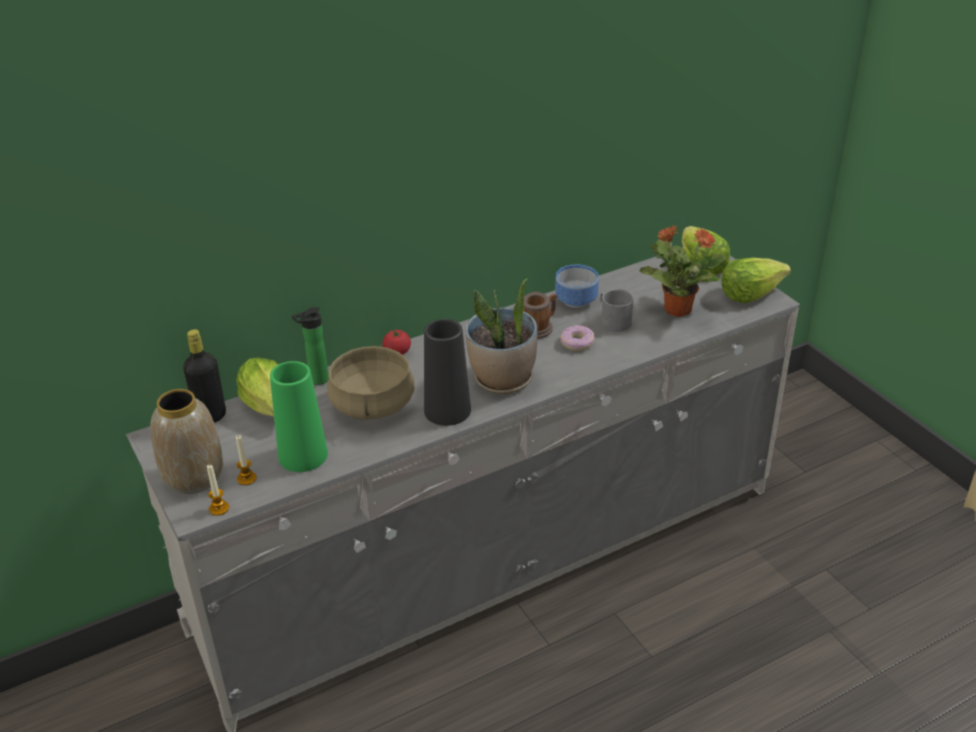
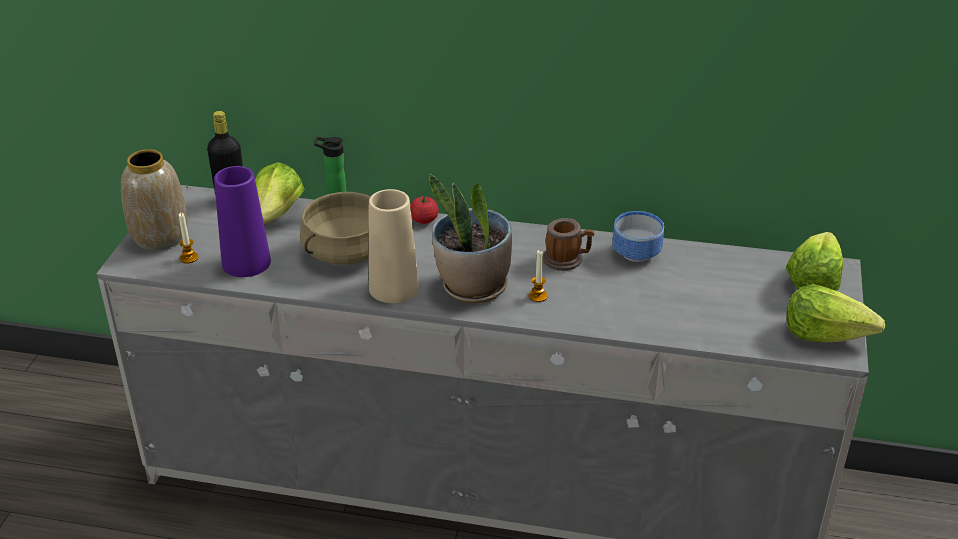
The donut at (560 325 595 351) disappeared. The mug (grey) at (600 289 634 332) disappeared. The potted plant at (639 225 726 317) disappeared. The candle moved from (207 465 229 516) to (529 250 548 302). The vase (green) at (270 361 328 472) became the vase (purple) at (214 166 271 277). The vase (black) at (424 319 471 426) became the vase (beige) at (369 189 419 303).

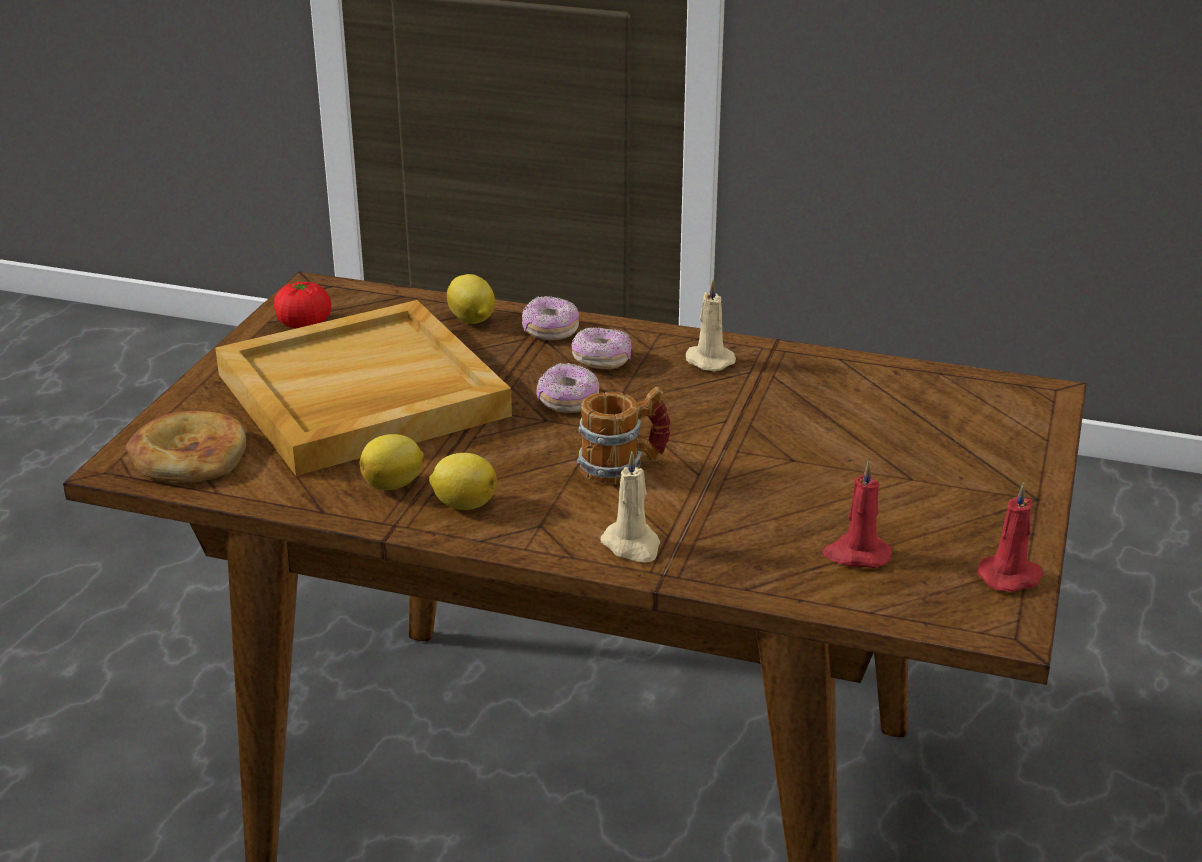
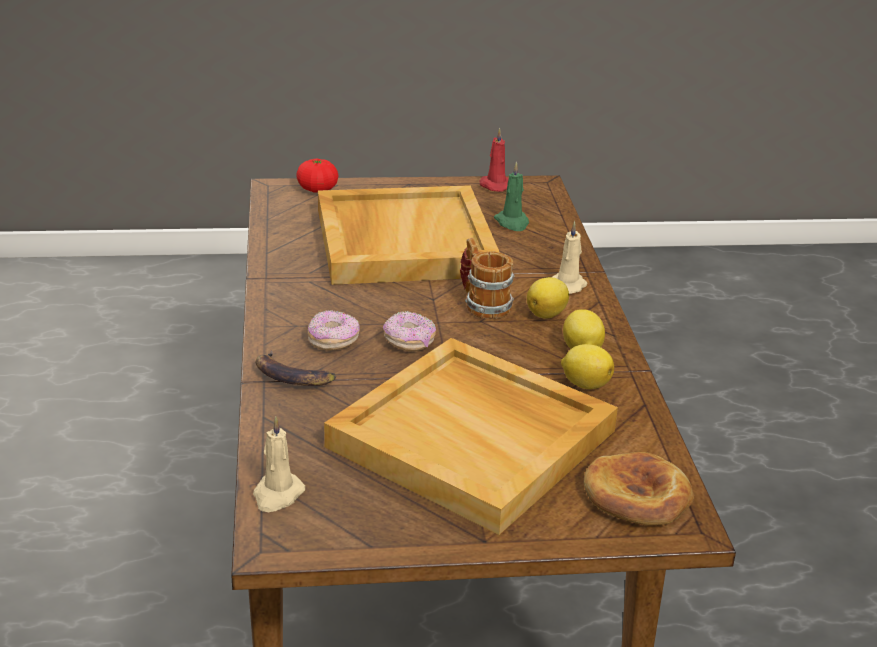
The tray (beige) at (318 185 500 285) appeared. The tomato moved from (274 282 331 328) to (296 158 338 193). The lemon moved from (447 274 495 324) to (527 277 569 319). The candle (beige) moved from (686 279 736 371) to (253 417 305 512). The donut at (522 296 579 340) was replaced by the banana at (256 351 336 386). The candle (red) at (823 461 892 568) became the candle (green) at (494 161 529 231).

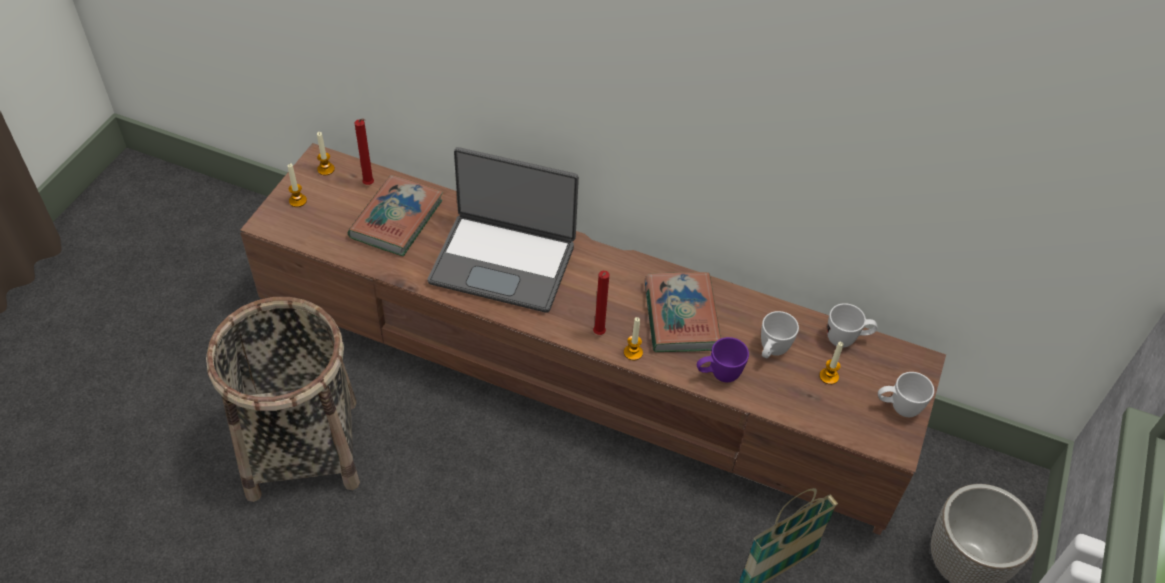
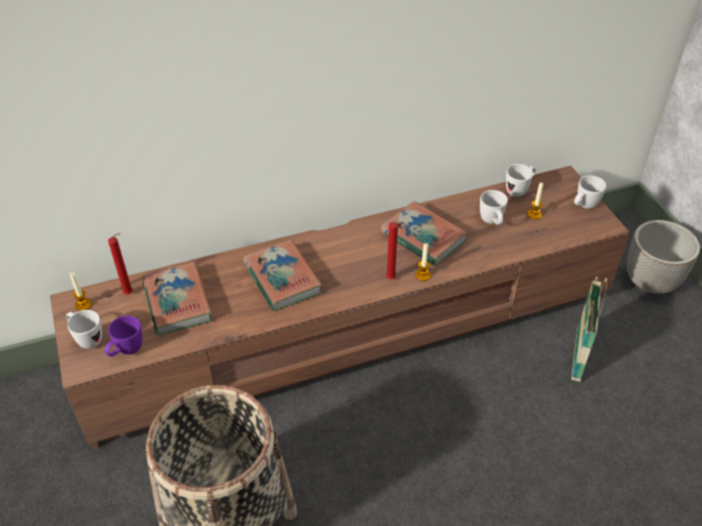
The mug (purple) moved from (697 337 749 382) to (105 316 142 357). The candle at (288 163 307 207) was replaced by the mug (white) at (66 310 102 349). The laptop at (428 147 579 313) was replaced by the book at (244 240 322 311).

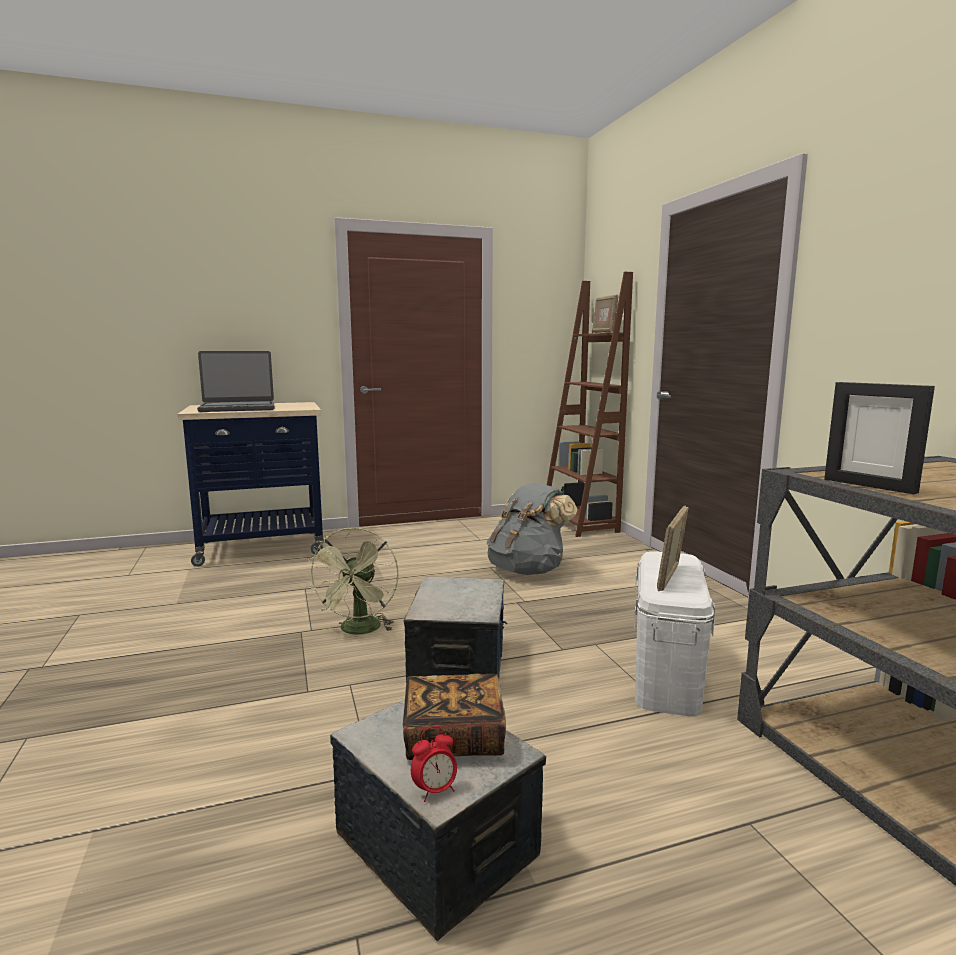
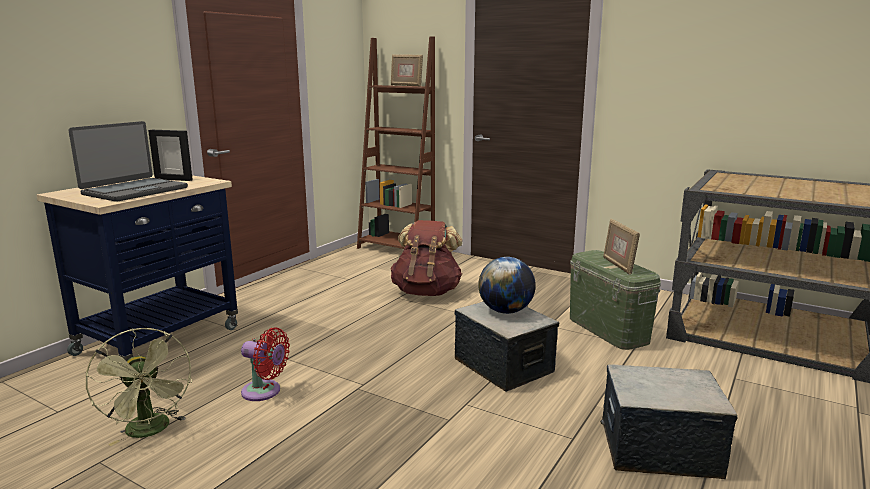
The book at (403 674 506 760) disappeared. The alarm clock at (411 726 457 802) disappeared. The fan (red) at (241 328 290 401) appeared. The globe at (478 257 536 314) appeared. The fan (green) moved from (307 527 398 635) to (86 328 192 446). The picture frame moved from (824 382 935 494) to (148 130 193 181). The backpack (grey) at (486 483 577 575) became the backpack (brown) at (391 220 463 296). The storage box (white) at (634 551 715 716) became the storage box (green) at (570 250 661 350).

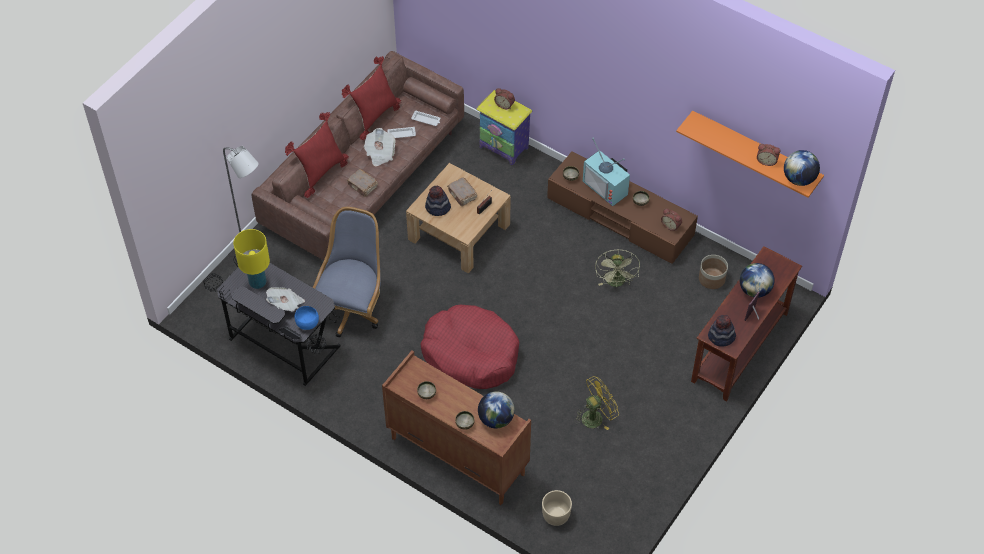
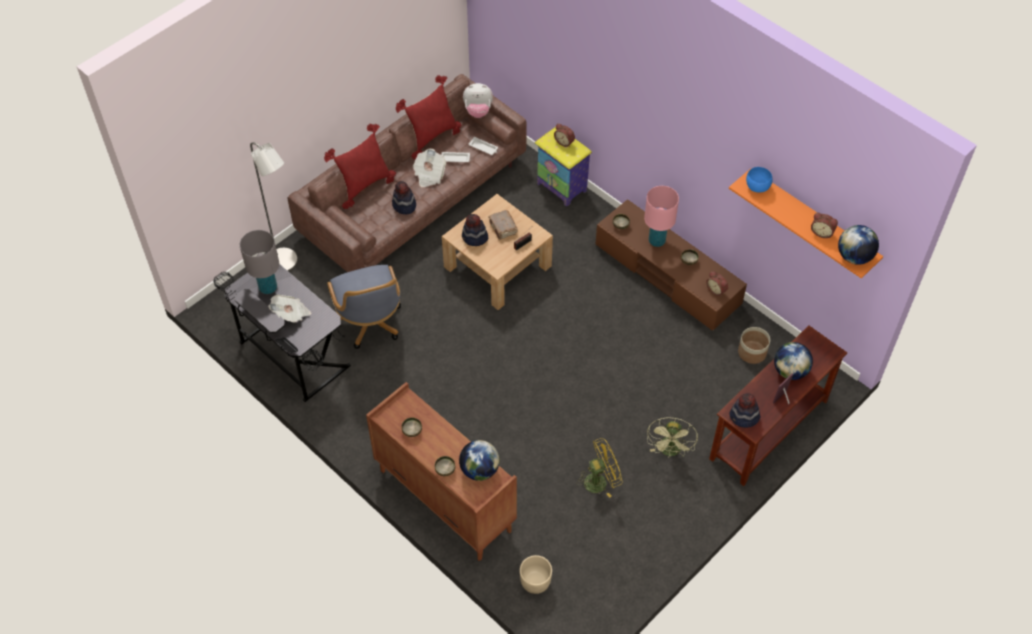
The dog bed (red) at (420 305 519 389) disappeared. The plush toy at (463 83 493 118) appeared. The bowl (blue) moved from (295 306 319 330) to (746 167 773 193). The fan (green) moved from (595 250 640 287) to (647 418 698 458). The book (brown) at (347 169 378 197) was replaced by the hat at (392 181 416 214). The television at (583 138 630 206) was replaced by the table lamp (pink) at (644 186 679 247). The table lamp (yellow) at (233 229 270 289) became the table lamp (grey) at (240 230 279 294). The office chair (blue) at (313 207 381 337) turned 135 degrees clockwise.

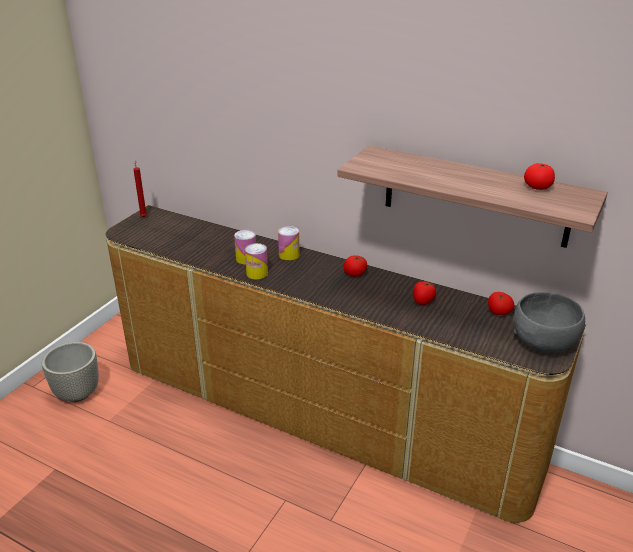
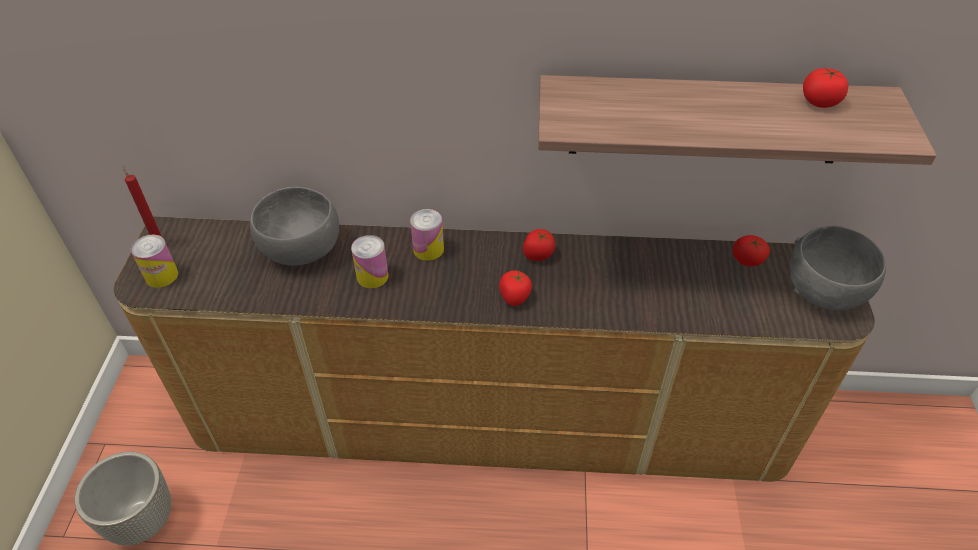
The bowl (grey) at (250 187 339 266) appeared. The can moved from (245 243 268 279) to (131 235 178 288). The tomato moved from (413 281 436 305) to (499 270 532 306).

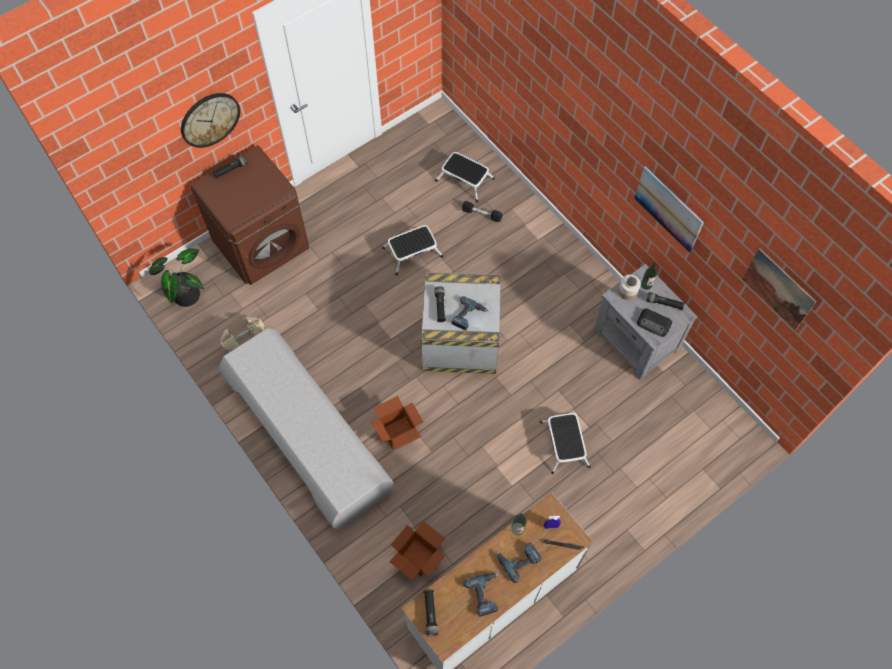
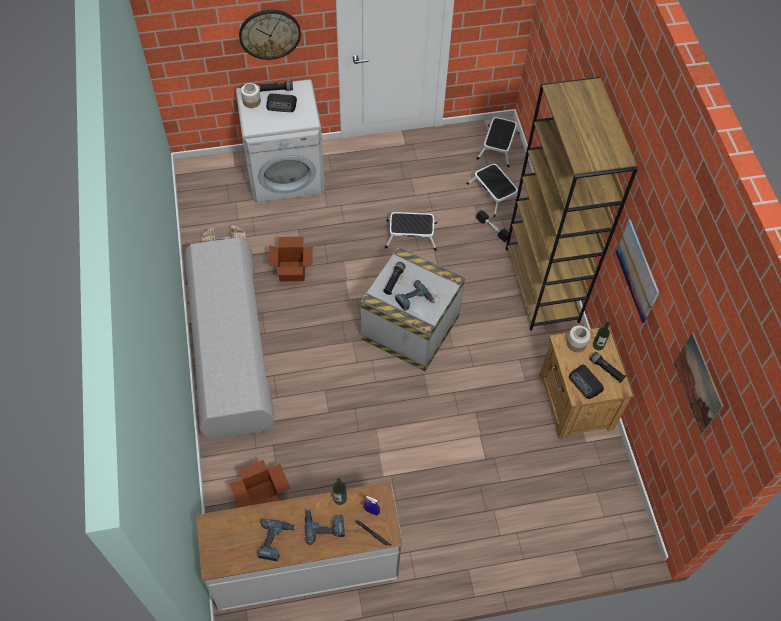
The potted plant at (149 248 204 307) disappeared. The flashlight (black) at (423 590 438 636) disappeared. The jar at (241 83 261 108) appeared. The radio at (266 94 297 112) appeared. The bookcase (brown) at (506 77 638 331) appeared. The cardboard box moved from (371 396 423 449) to (269 237 313 281). The step ladder (black) moved from (540 413 591 474) to (476 117 520 168). The washing machine (brown) at (190 145 309 285) became the washing machine (white) at (236 79 325 203). The nightstand (grey) at (593 264 698 380) became the nightstand (brown) at (539 327 633 439).

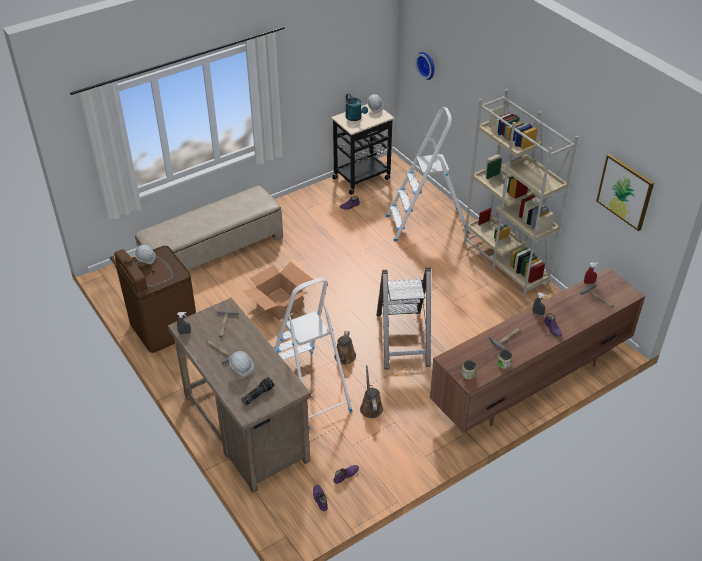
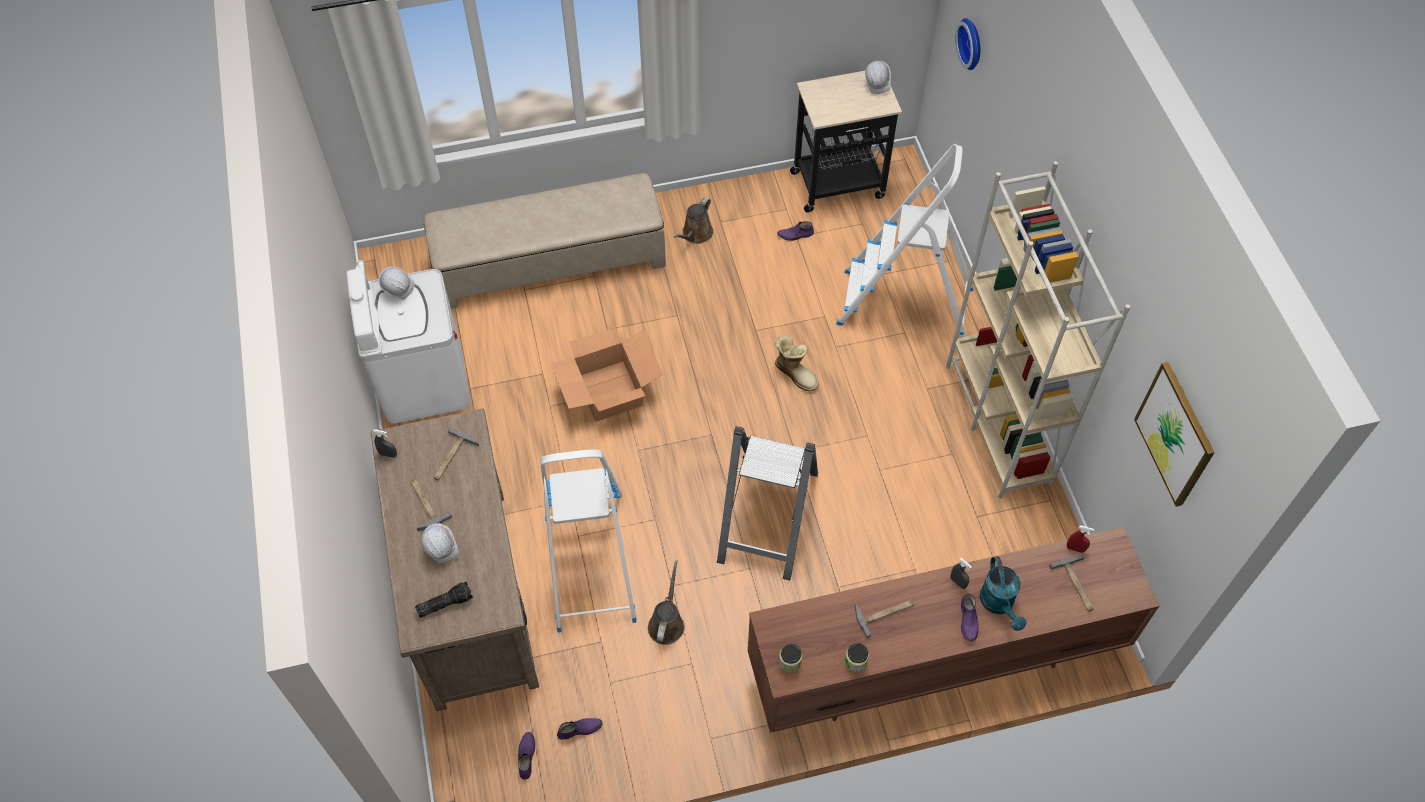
The boot at (775 336 819 391) appeared. The watering can (brown) moved from (334 331 356 364) to (674 197 713 244). The watering can (turquoise) moved from (346 93 368 121) to (980 556 1027 631). The washing machine (brown) at (110 246 196 353) became the washing machine (white) at (346 260 471 423).

